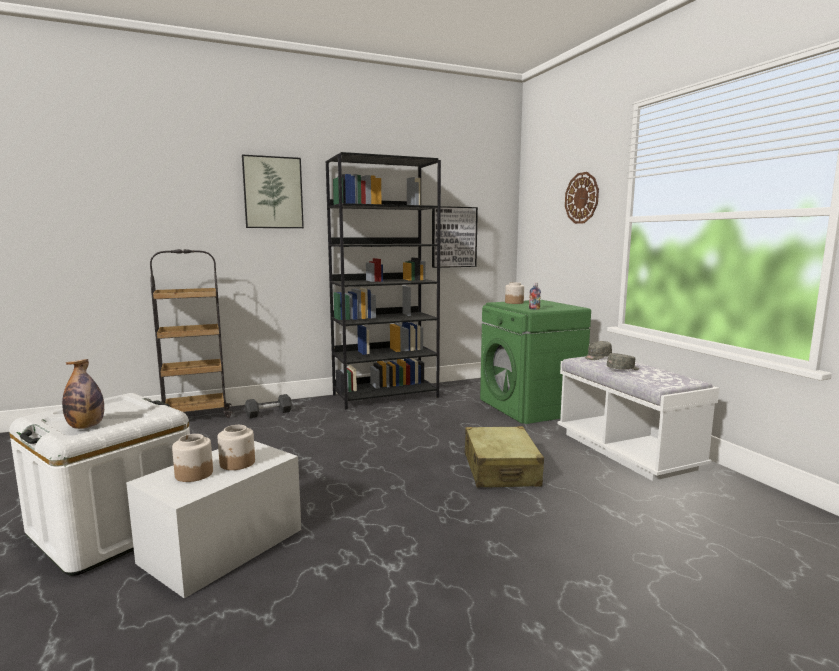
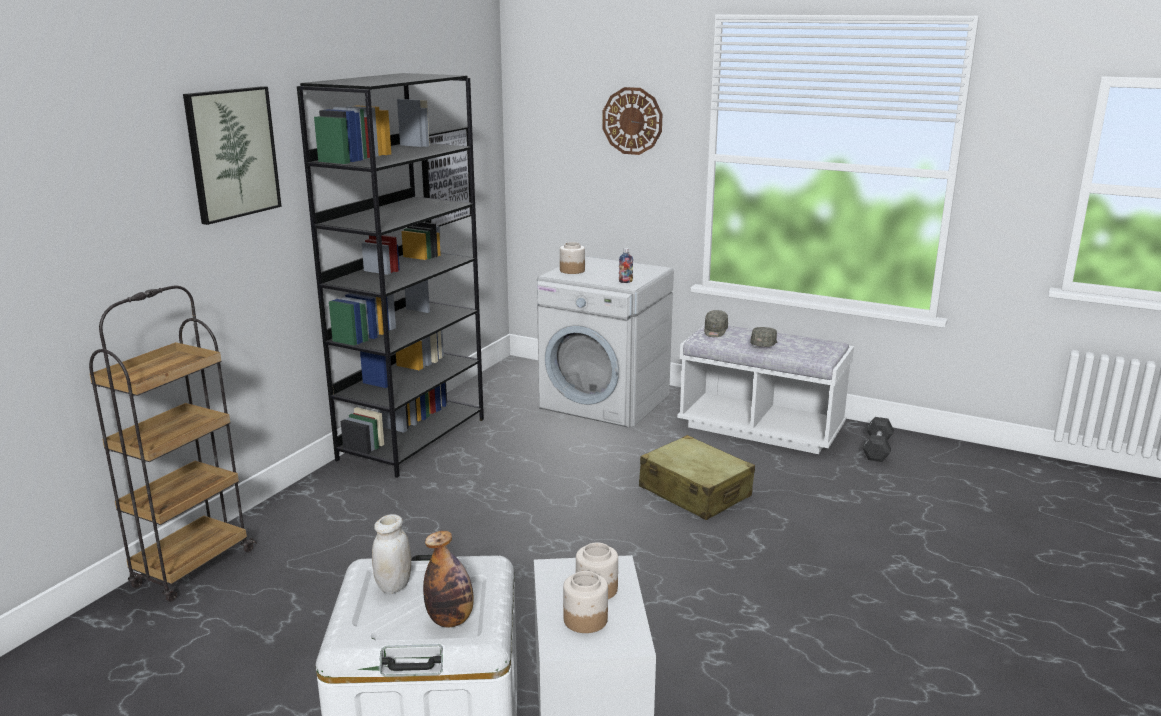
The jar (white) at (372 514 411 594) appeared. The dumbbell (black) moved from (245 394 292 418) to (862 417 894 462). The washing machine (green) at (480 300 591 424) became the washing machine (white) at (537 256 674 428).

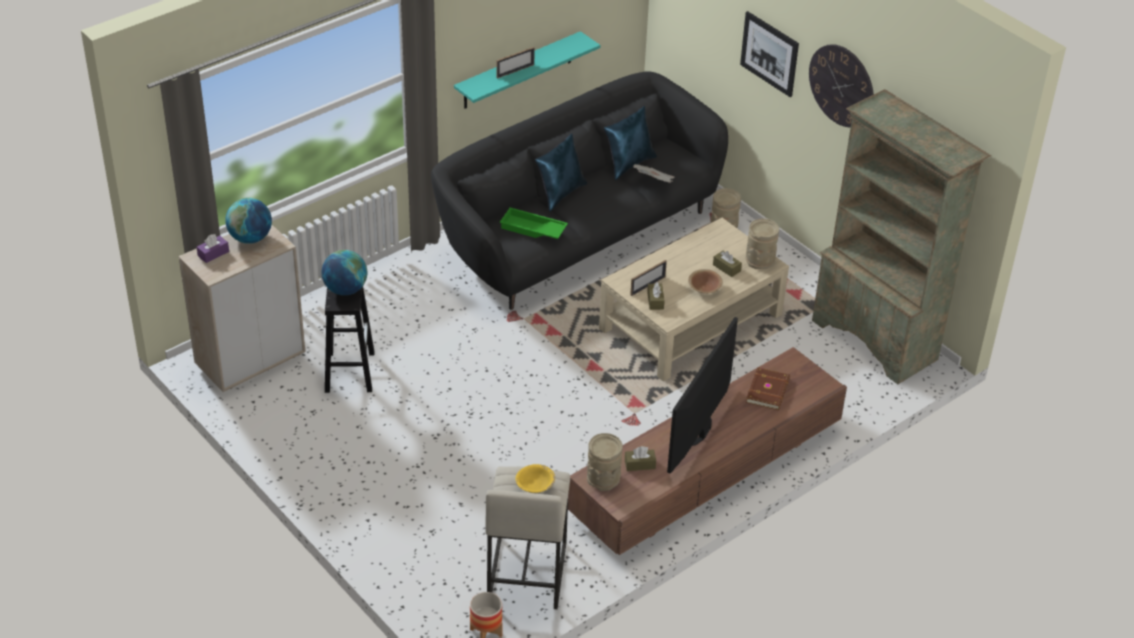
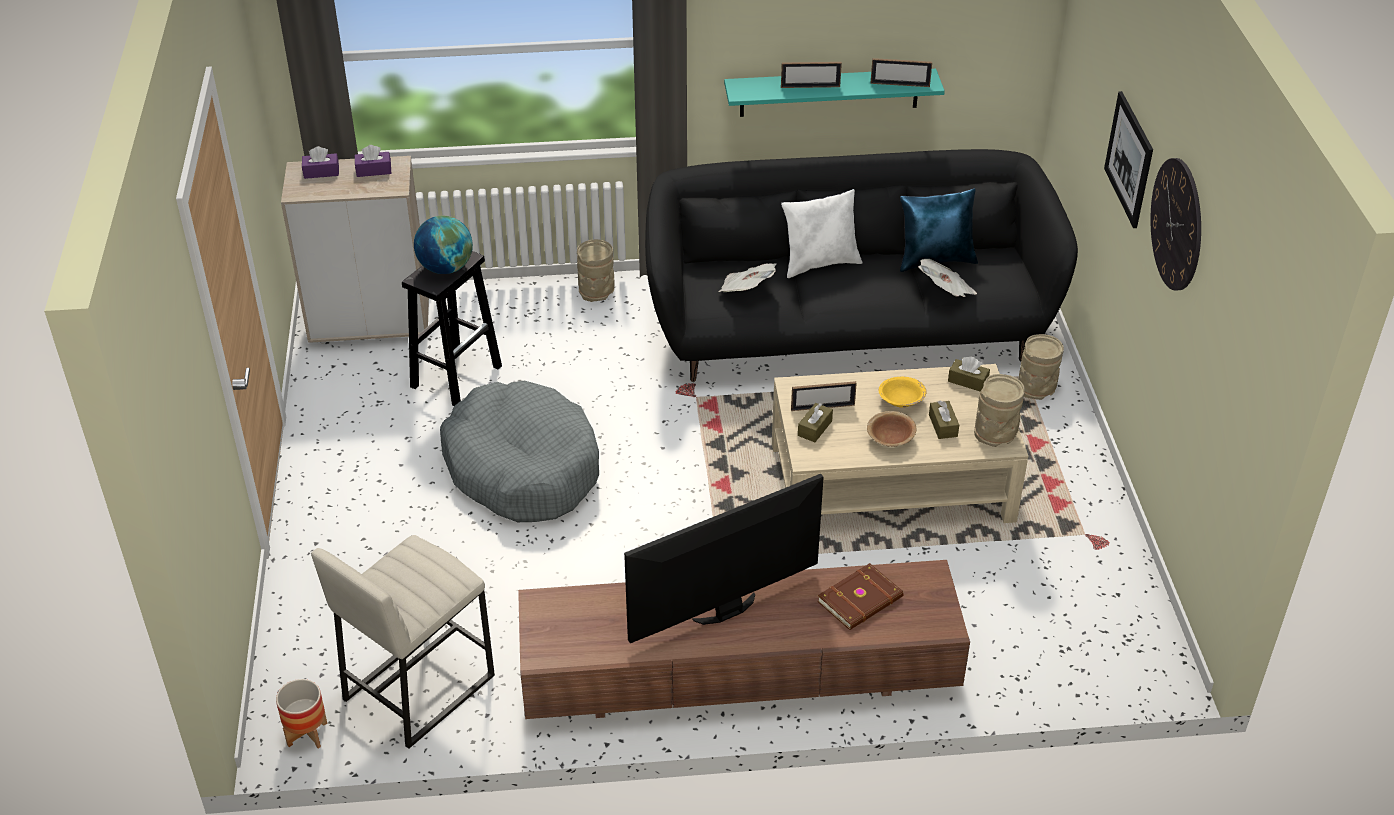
The bookcase (green) at (812 89 991 384) disappeared. The dog bed (grey) at (440 381 599 522) appeared. The picture frame at (870 58 932 87) appeared. The bowl (yellow) moved from (515 464 555 493) to (879 376 926 408). The vase (beige) moved from (587 433 623 491) to (577 239 615 302). The tissue box (brown) moved from (625 446 656 471) to (948 357 990 392). The globe at (225 198 272 244) was replaced by the tissue box (purple) at (355 145 391 177). The tray (green) at (500 207 568 239) was replaced by the newspaper at (719 263 776 292). The pillow (blue) at (535 133 588 212) became the pillow (white) at (781 189 863 278).

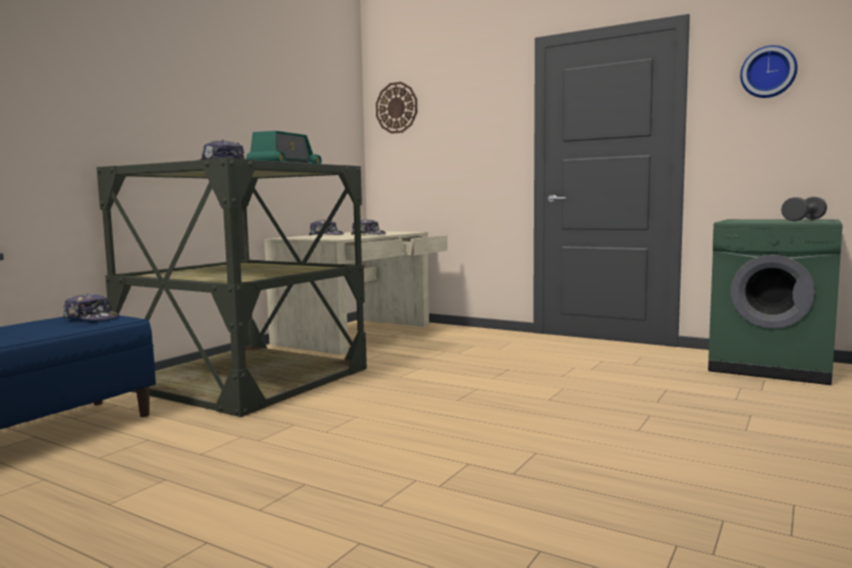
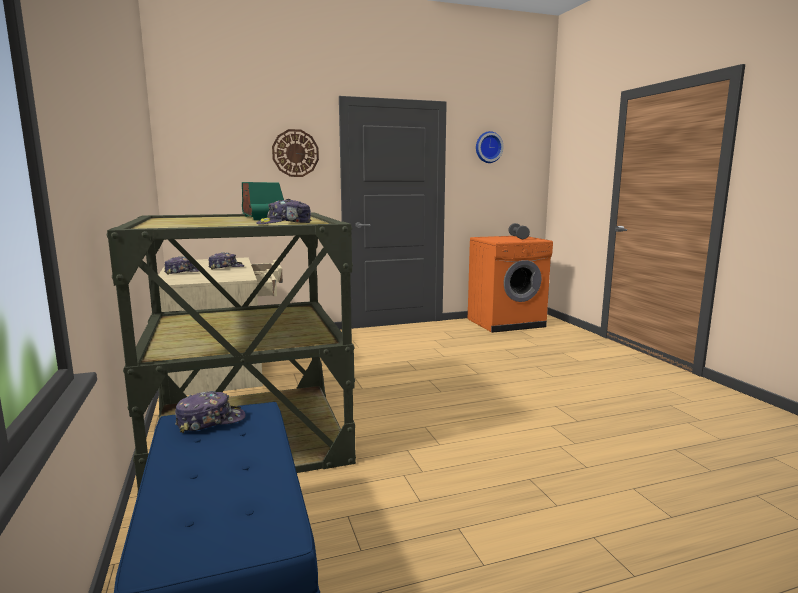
The wall clock moved from (376 82 417 134) to (272 129 319 177). The washing machine (green) at (708 219 842 385) became the washing machine (orange) at (468 236 553 333).

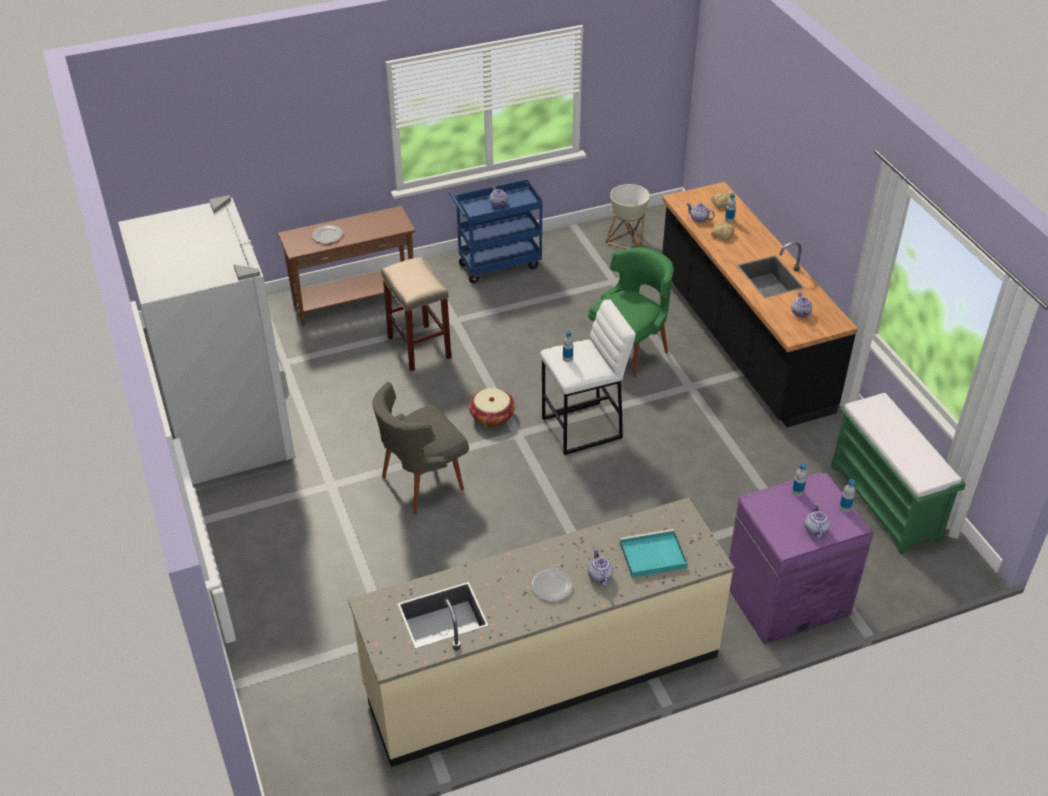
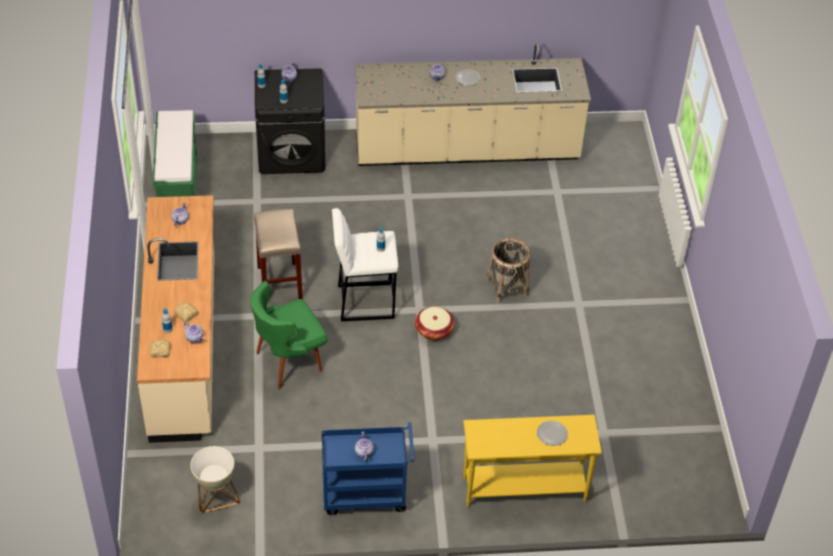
The fridge (white) at (118 195 295 491) disappeared. The tray (turquoise) at (620 529 687 578) disappeared. The stool (beige) moved from (381 257 451 371) to (254 209 303 299). The chair (grey) at (372 382 469 514) was replaced by the basket at (486 238 530 303). The console table (brown) at (278 206 416 326) became the console table (yellow) at (463 415 602 507). The counter (black) at (662 182 858 427) became the counter (beige) at (137 195 214 443). The washing machine (purple) at (729 472 874 645) became the washing machine (black) at (255 68 325 174).

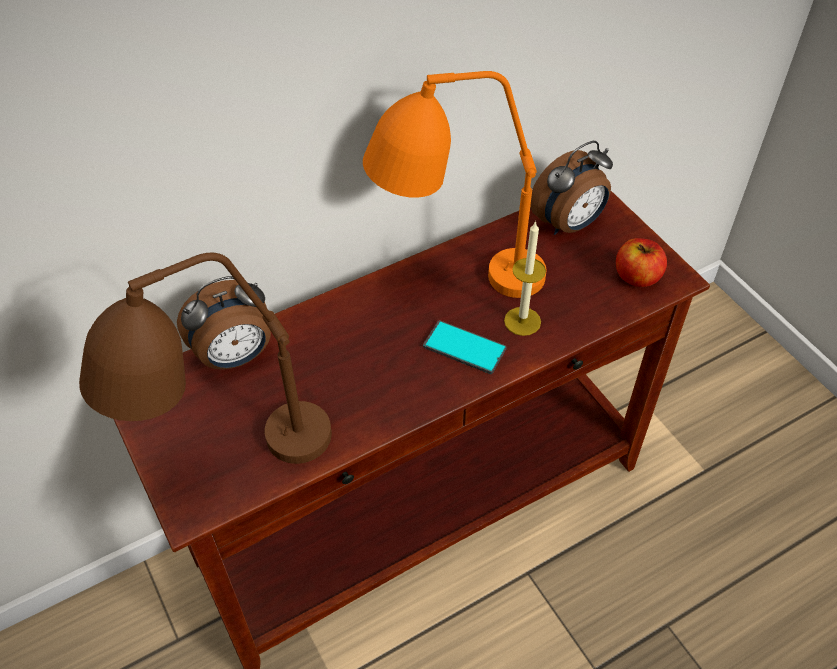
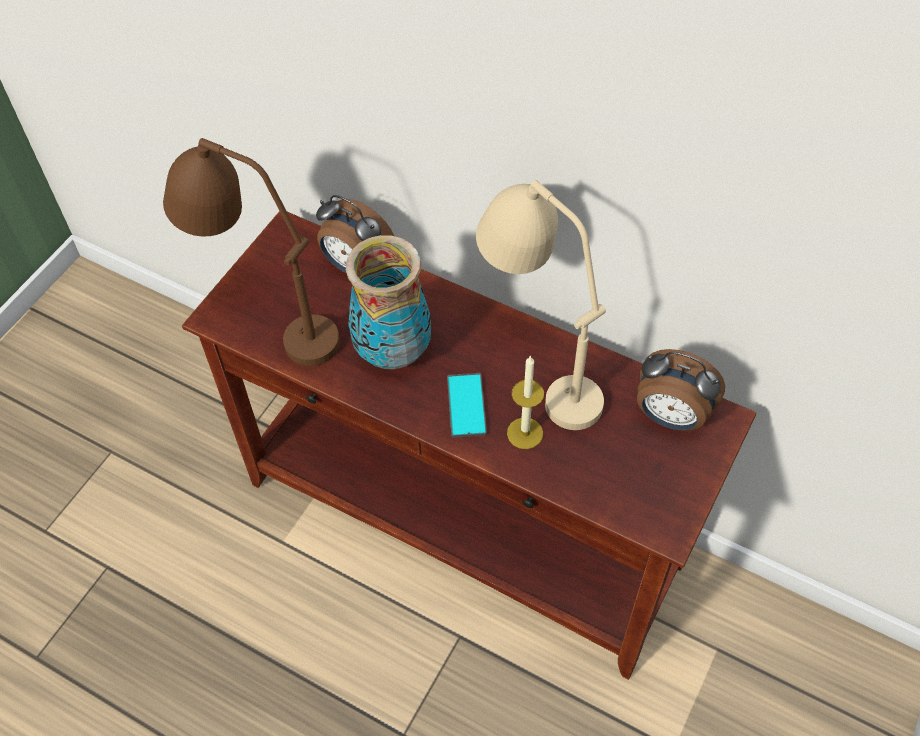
The apple at (616 238 667 287) disappeared. The vase at (346 235 431 369) appeared. The table lamp (orange) at (363 71 546 298) became the table lamp (beige) at (476 180 606 430).

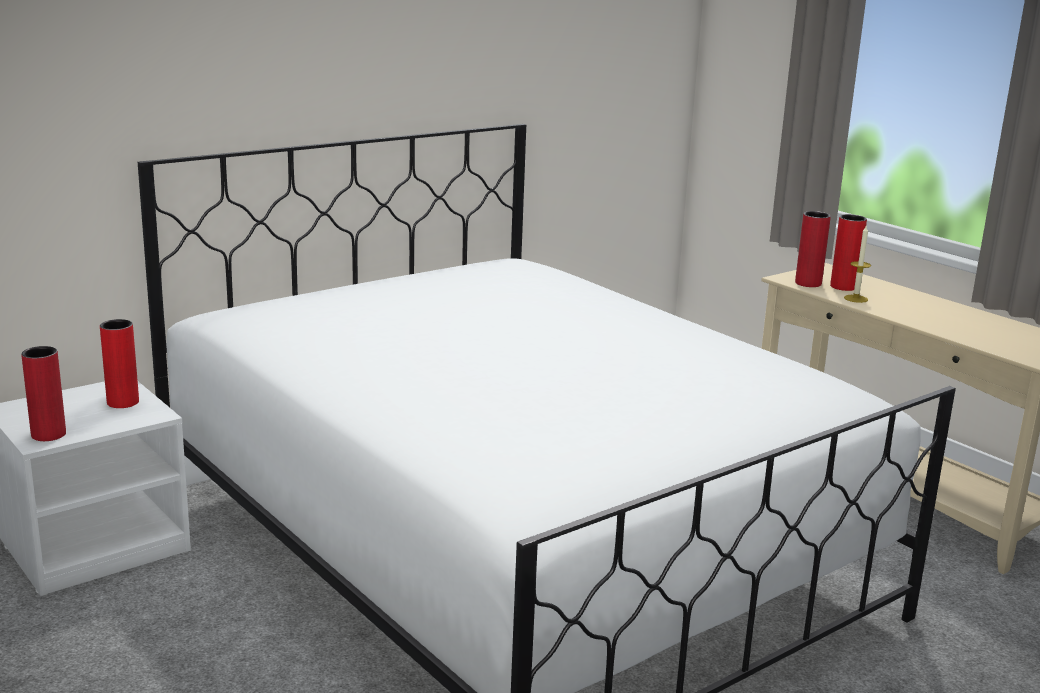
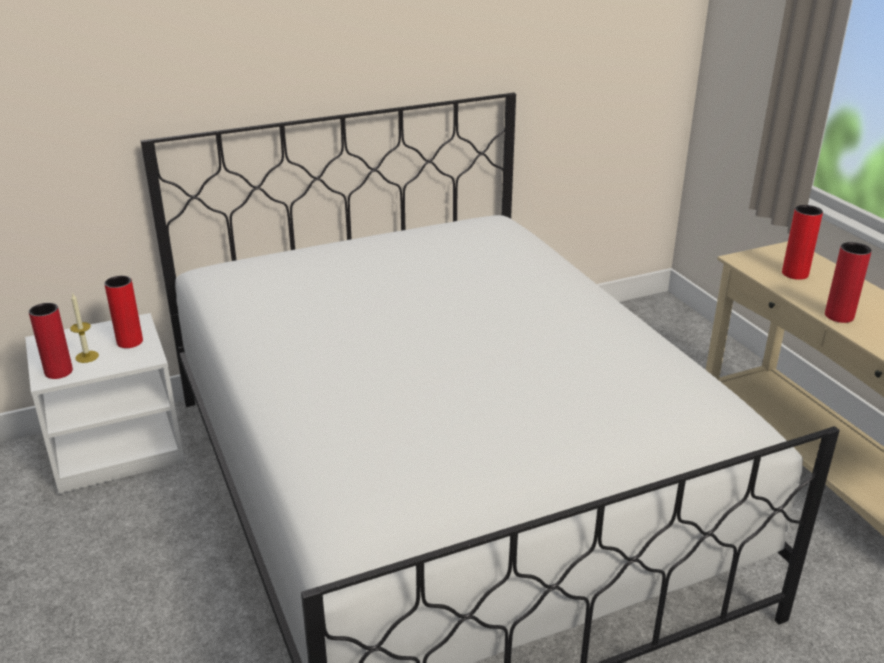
The vase (red) moved from (795 211 831 287) to (825 242 872 323). The candle moved from (844 225 871 303) to (70 294 99 363).

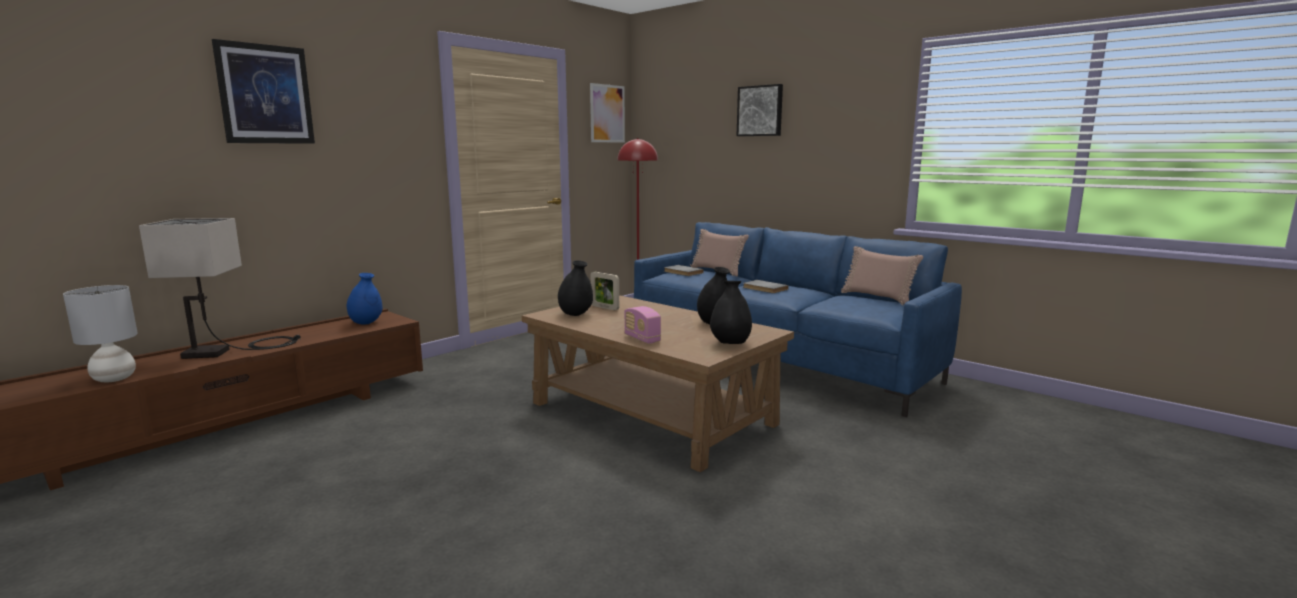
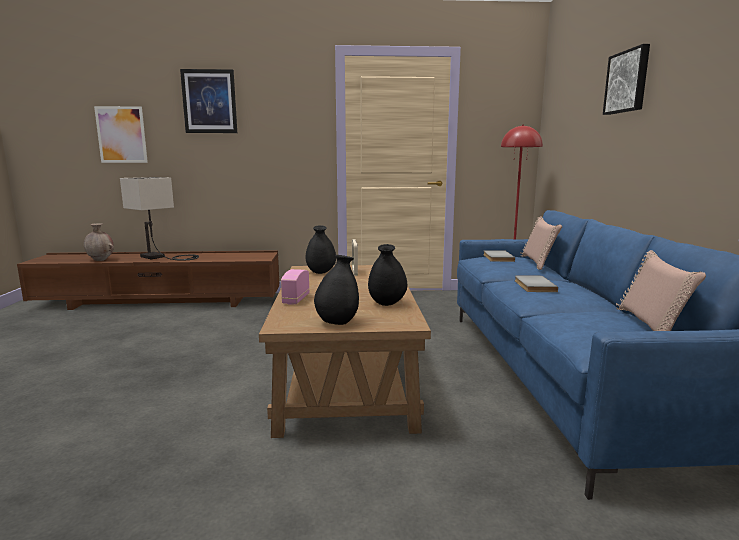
The vase (blue) at (347 273 383 325) disappeared. The picture moved from (590 83 625 143) to (94 106 148 163). The table lamp (grey) at (63 285 138 383) was replaced by the vase (brown) at (84 223 114 261).

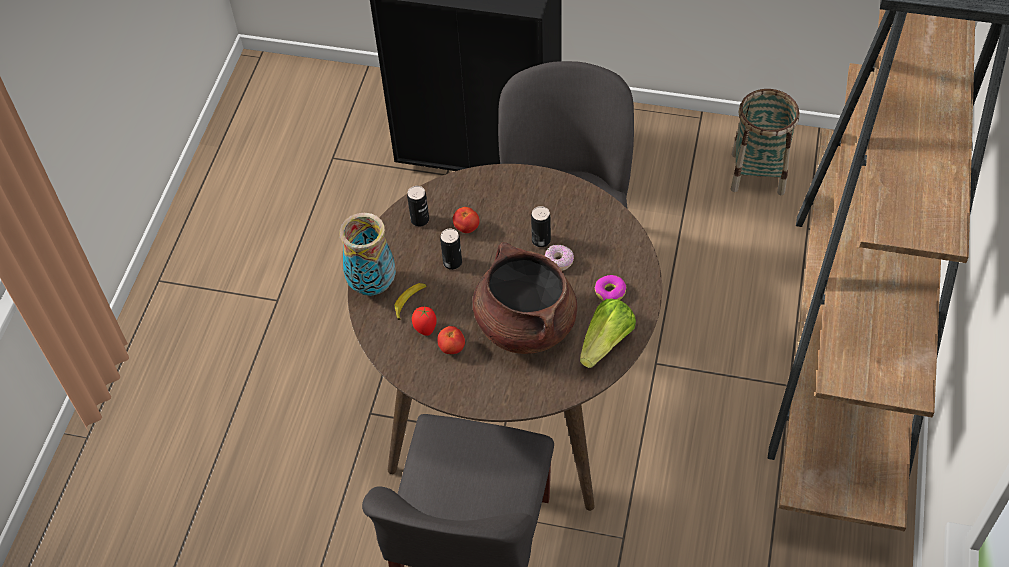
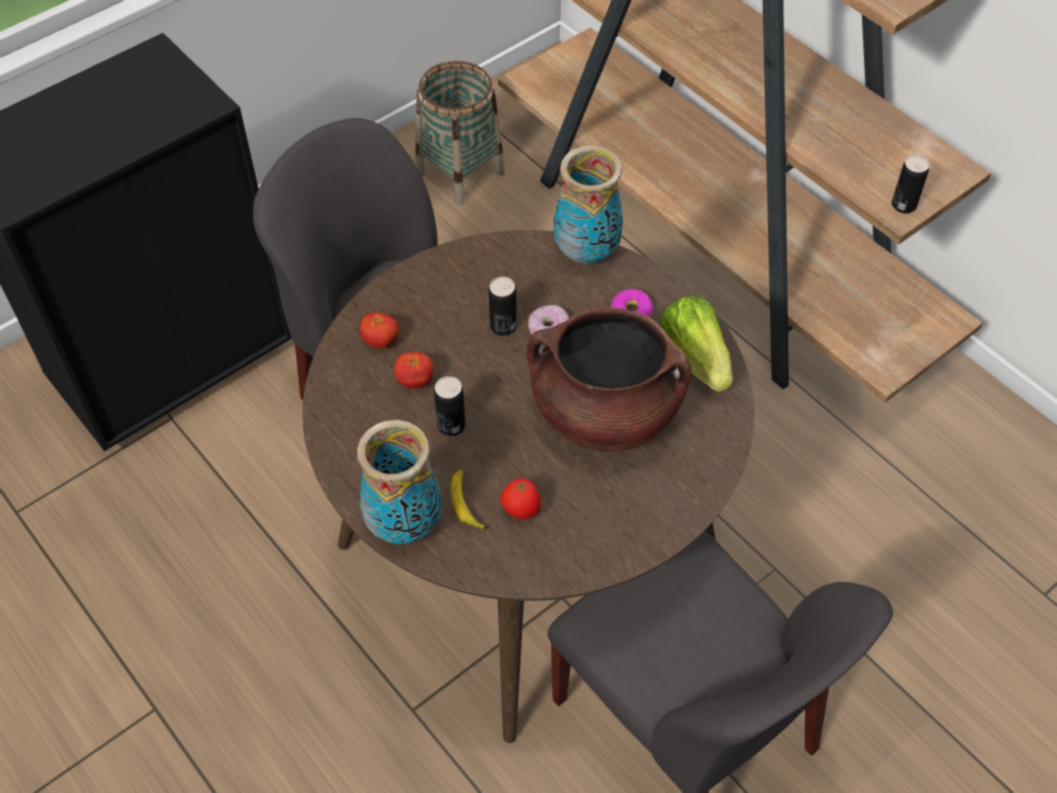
The vase at (554 146 623 264) appeared. The can moved from (407 186 429 227) to (892 155 929 213). The tomato moved from (437 326 465 354) to (360 312 399 348).

